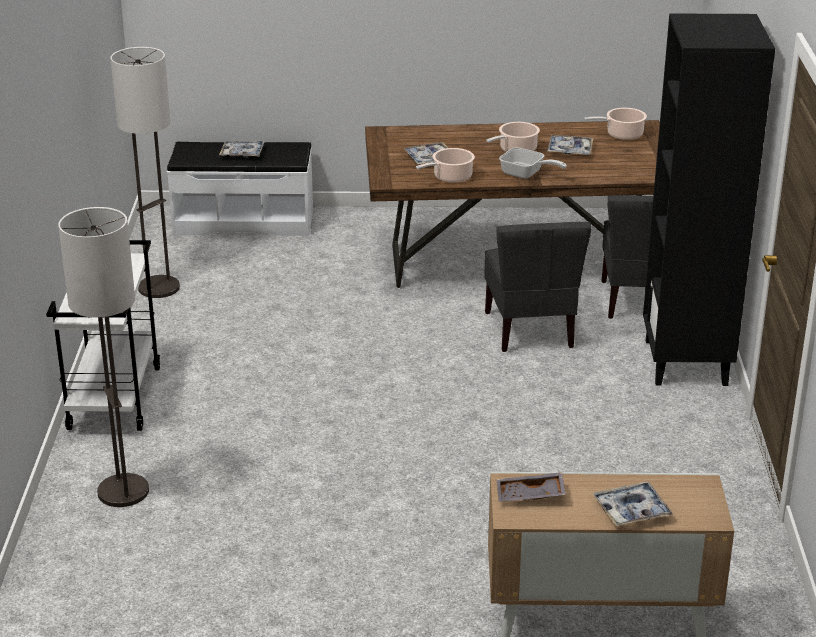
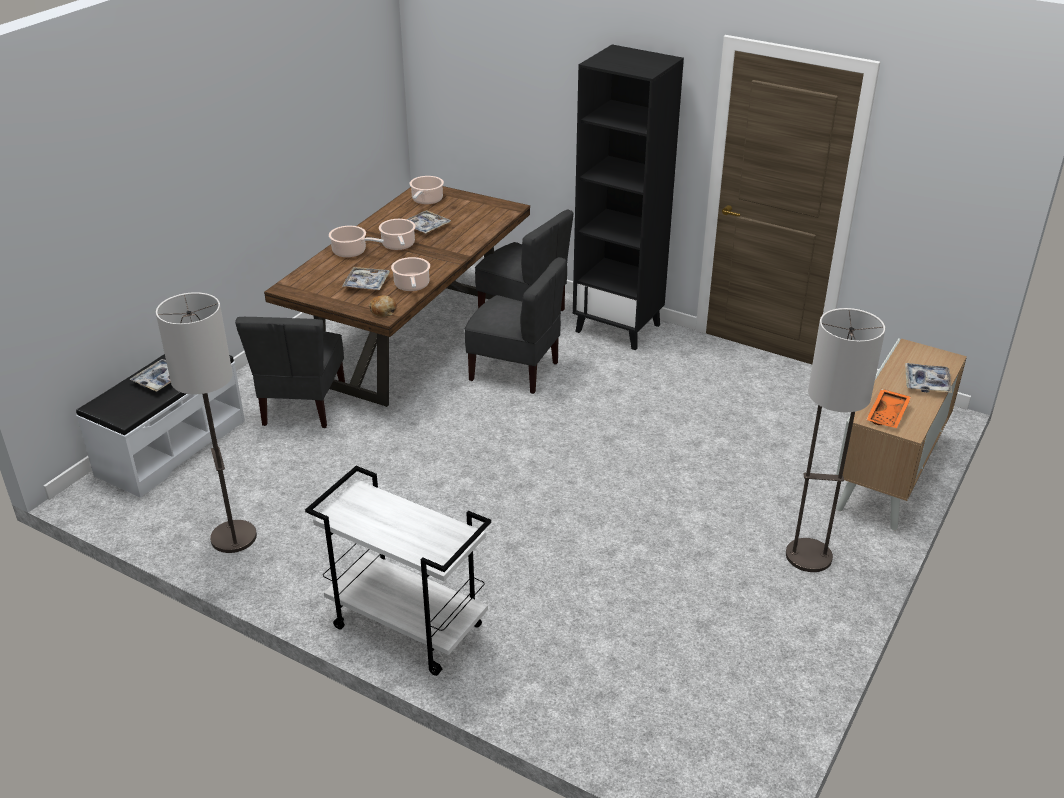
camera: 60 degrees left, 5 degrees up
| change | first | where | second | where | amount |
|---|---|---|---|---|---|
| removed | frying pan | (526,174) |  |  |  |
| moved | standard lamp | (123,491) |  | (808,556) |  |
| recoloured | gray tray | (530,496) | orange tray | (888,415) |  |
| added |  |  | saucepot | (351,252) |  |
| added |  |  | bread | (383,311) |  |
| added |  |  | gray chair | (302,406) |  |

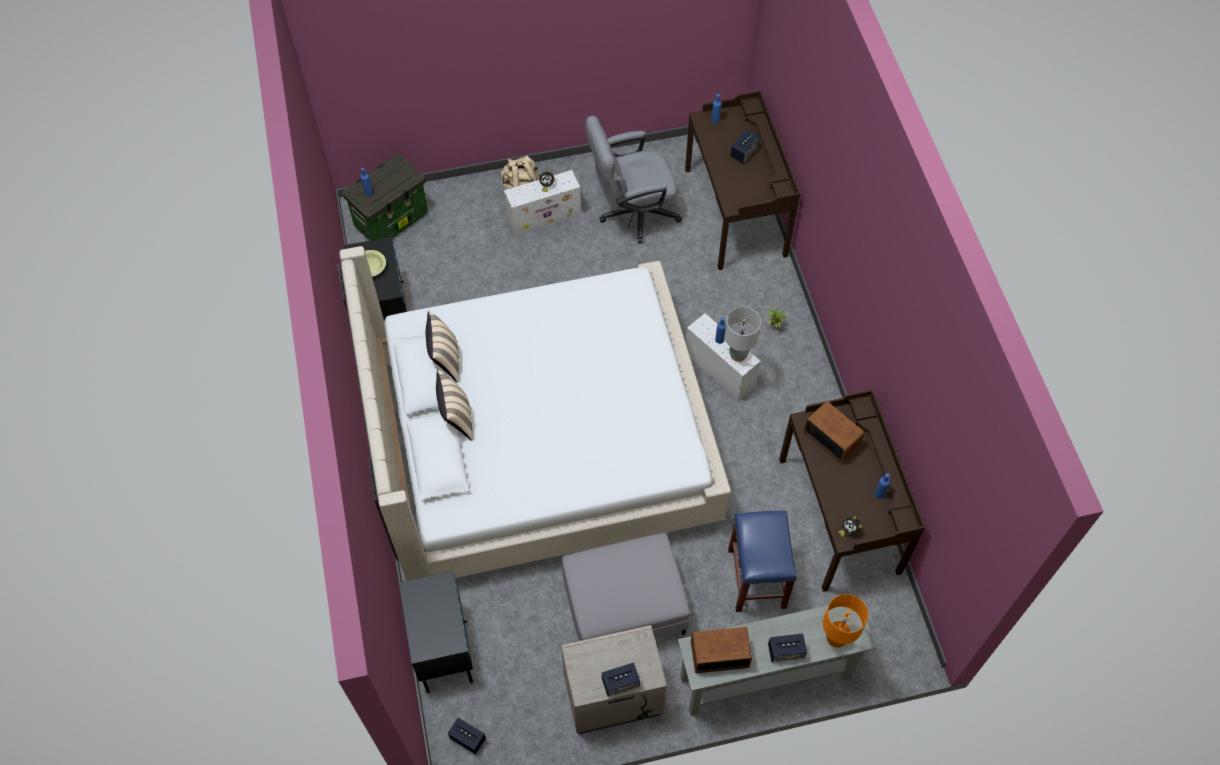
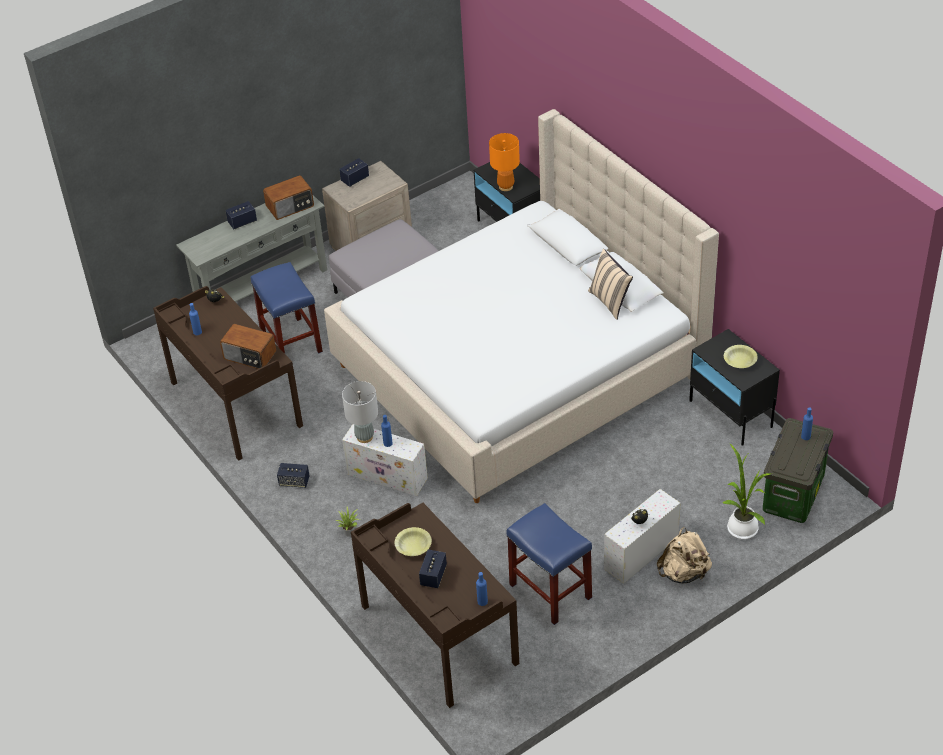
camera: 160 degrees right, 15 degrees down
| change | first | where | second | where | amount |
|---|---|---|---|---|---|
| replaced | gray office chair | (631,213) | blue stool seat | (551,591) |  |
| removed | sand-coloured pillow | (456,418) |  |  |  |
| moved | orange lamp for a table | (836,638) |  | (506,186) |  |
| moved | speaker | (468,738) |  | (294,482) |  |
| added |  |  | houseplant | (741,527) |  |
| added |  |  | yellow bowl | (413,546) |  |

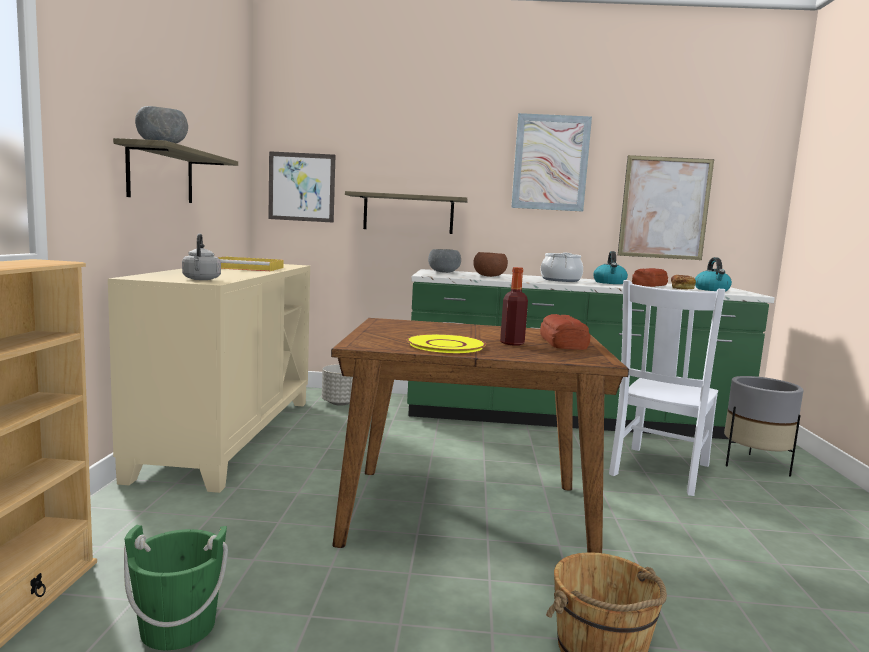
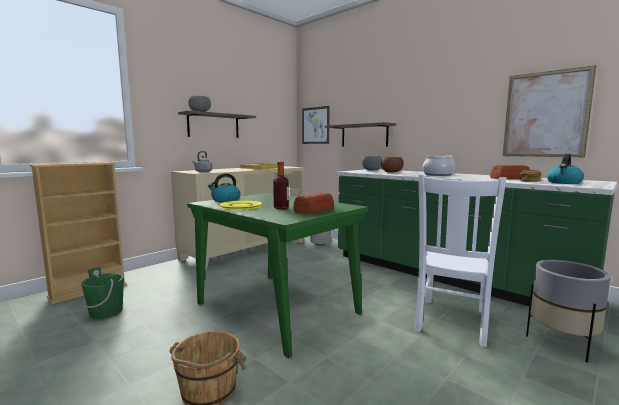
camera: 40 degrees right, 0 degrees up
| change | first | where | second | where | amount |
|---|---|---|---|---|---|
| removed | wall picture | (550,163) |  |  |  |
| moved | tea kettle | (609,283) |  | (225,200) |  |
| turned | whitish chair | (658,471) |  | (451,322) | 45 degrees counterclockwise |
| recoloured | brown-coloured dining table | (464,513) | green dining table | (276,307) |  |

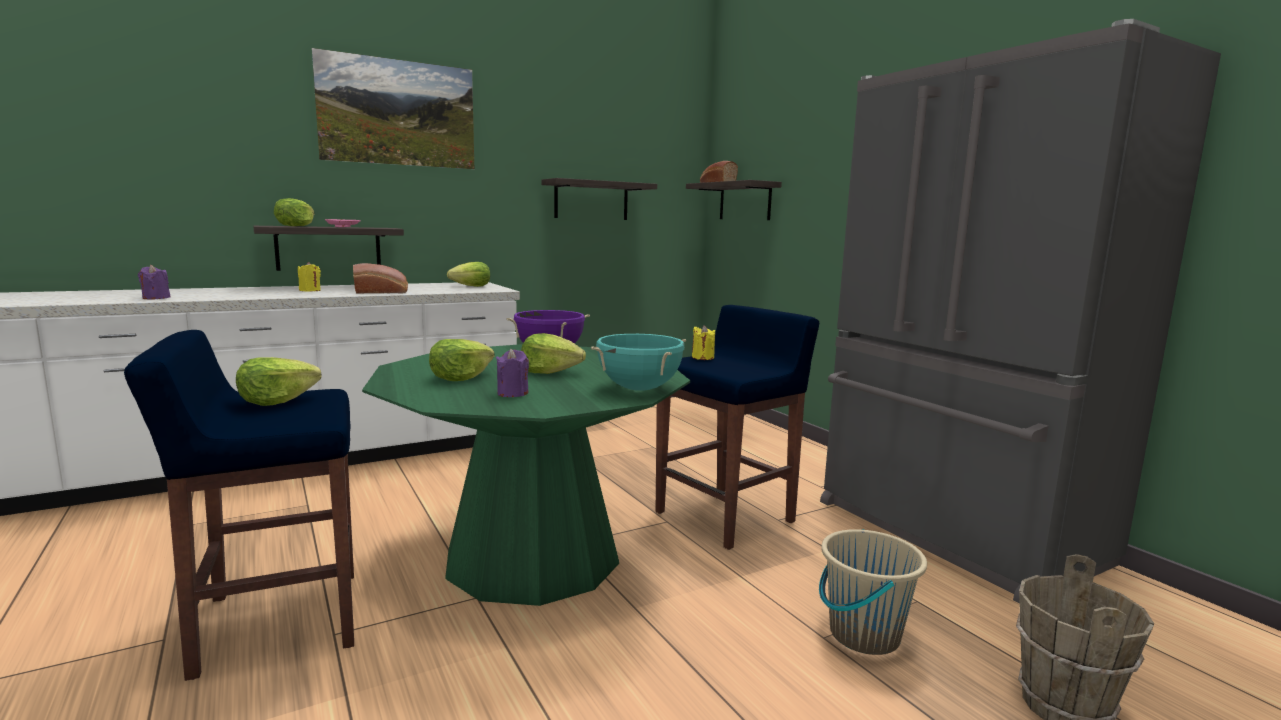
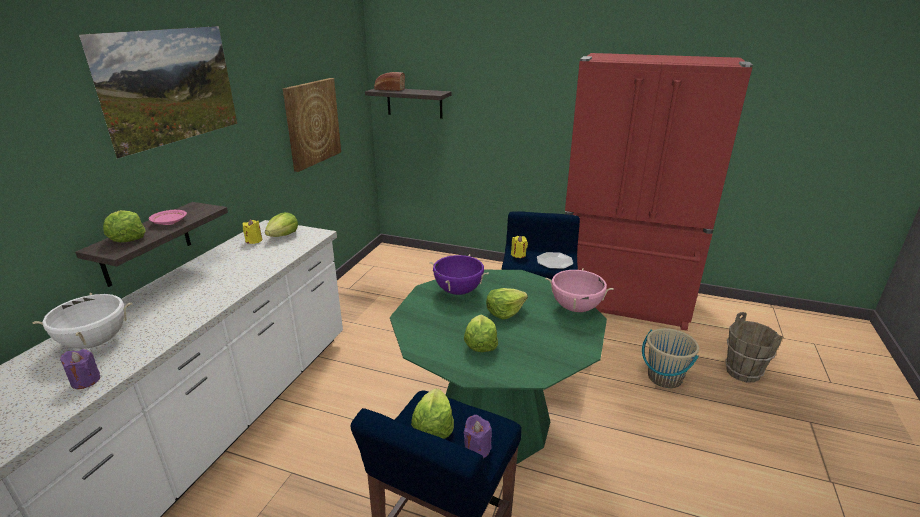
camera: 40 degrees left, 15 degrees up
| change | first | where | second | where | amount |
|---|---|---|---|---|---|
| recoloured | gray refrigerator | (953,533) | red-coloured refrigerator | (623,301) |  |
| replaced | shelf | (591,200) | wall picture | (312,123) |  |
| moved | yellow wax light | (310,290) |  | (254,240) |  |
| removed | bread | (382,292) |  |  |  |
| recoloured | turquoise-coloured saucepot | (639,389) | pink-coloured saucepot | (576,308) |  |
| moved | purplish wax light | (512,393) |  | (477,449) |  |
| added |  |  | flat dish | (554,261) |  |
| added |  |  | whitish saucepot | (95,342) |  |

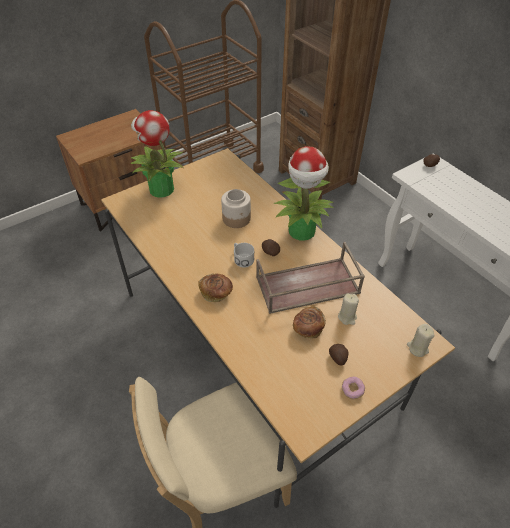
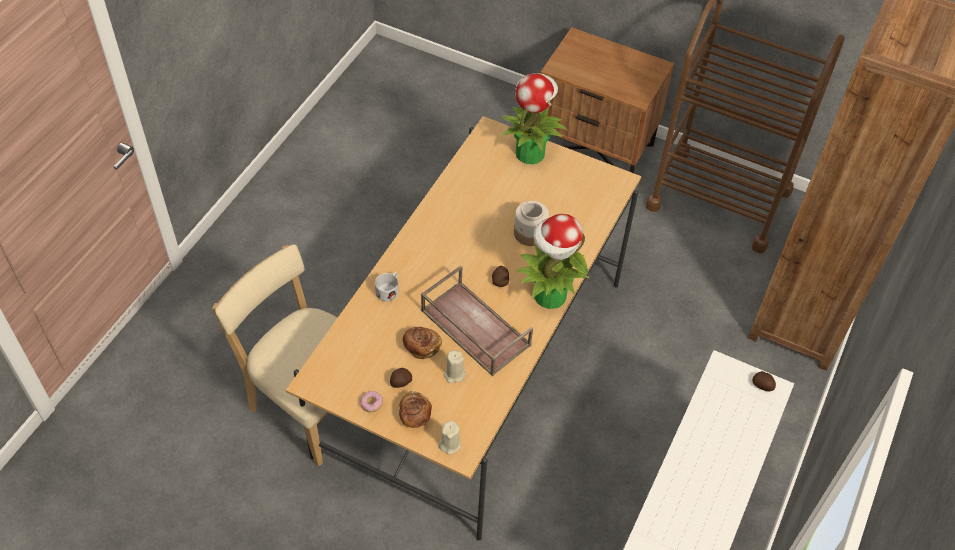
camera: 60 degrees right, 5 degrees up
| change | first | where | second | where | amount |
|---|---|---|---|---|---|
| moved | whitish coffee mug | (242,258) |  | (389,290) |  |
| moved | bread | (216,293) |  | (415,416) |  |

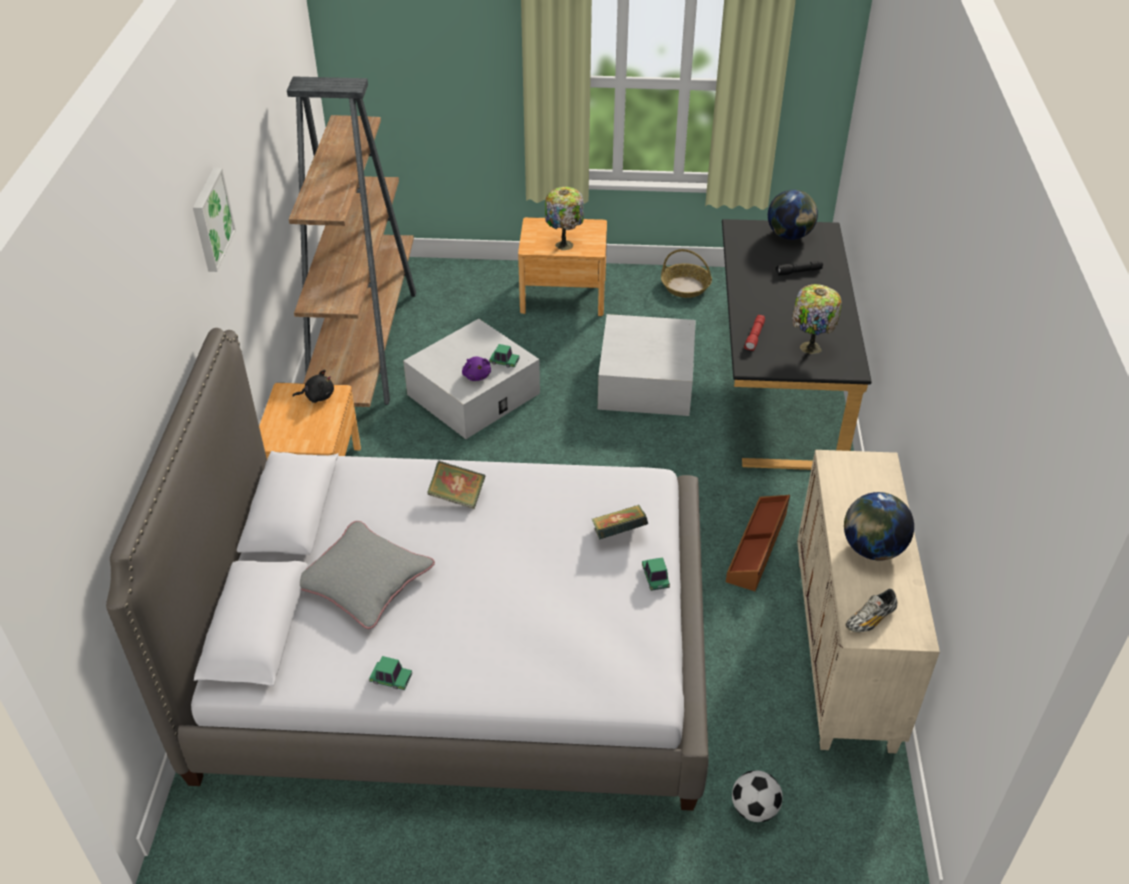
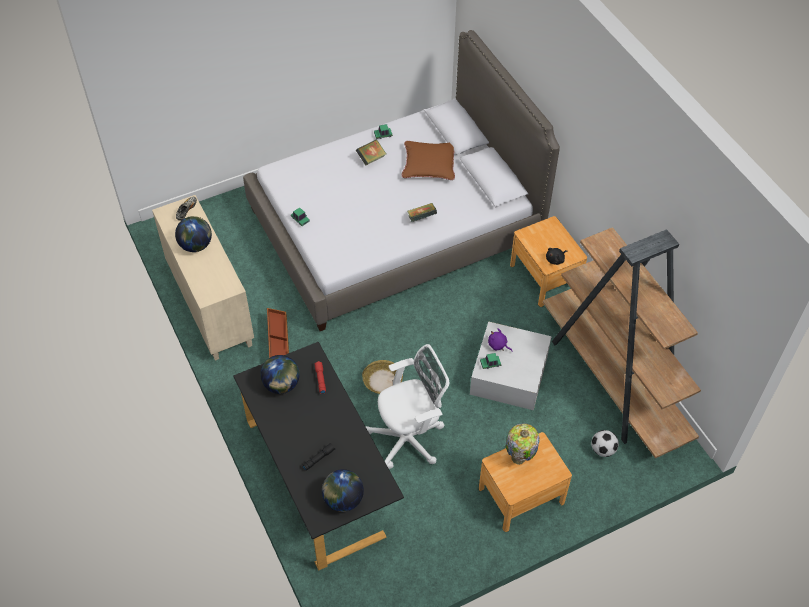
camera: 150 degrees right, 10 degrees up
| change | first | where | second | where | amount |
|---|---|---|---|---|---|
| removed | wall picture | (210,219) |  |  |  |
| moved | basket | (686,286) |  | (382,381) |  |
| replaced | lamp for a table | (809,348) | desk globe | (281,385) |  |
| replaced | whitish storage bin | (646,381) | whitish office chair | (409,438) |  |
| moved | volume | (619,533) |  | (371,158) |  |
| recoloured | gray pillow | (364,581) | brown-coloured pillow | (429,164) |  |
| moved | ball for football | (754,809) |  | (602,449) |  |

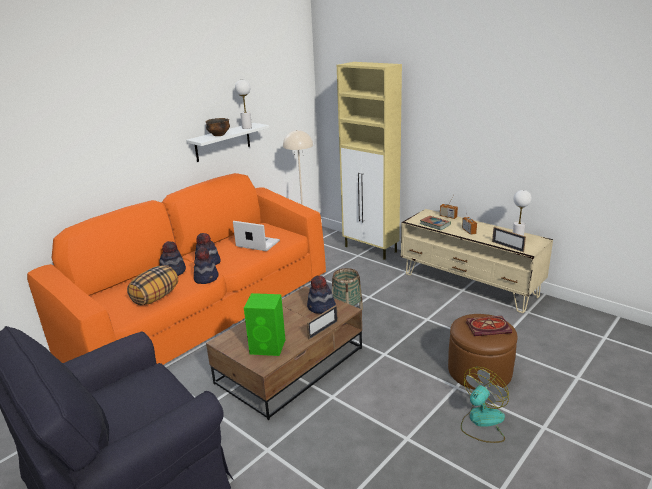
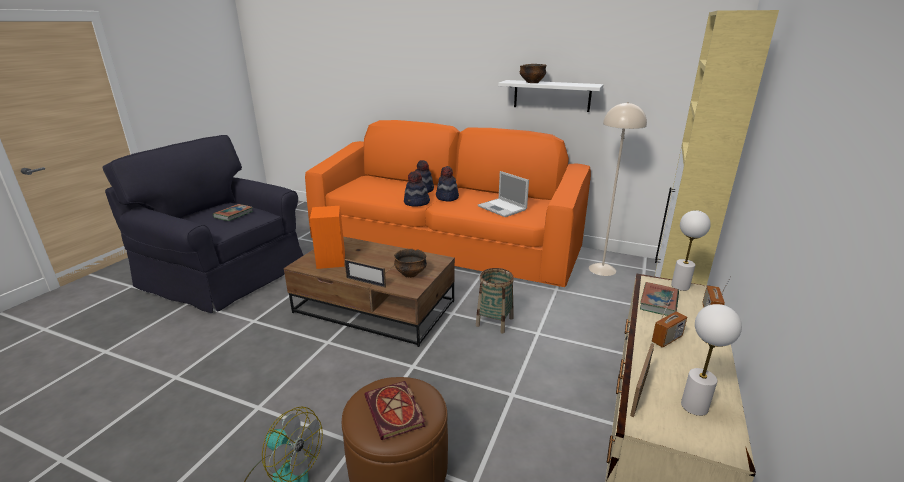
camera: 70 degrees right, 0 degrees up
| change | first | where | second | where | amount |
|---|---|---|---|---|---|
| moved | whitish lamp for a table | (247,128) |  | (680,286) |  |
| turned | laptop | (257,244) |  | (502,208) | 135 degrees clockwise |
| removed | pillow | (156,297) |  |  |  |
| replaced | clothing hat | (321,308) | bowl | (410,274) |  |
| recoloured | green speaker | (268,347) | orange speaker | (331,261) |  |
| added |  |  | volume | (233,214) |  |

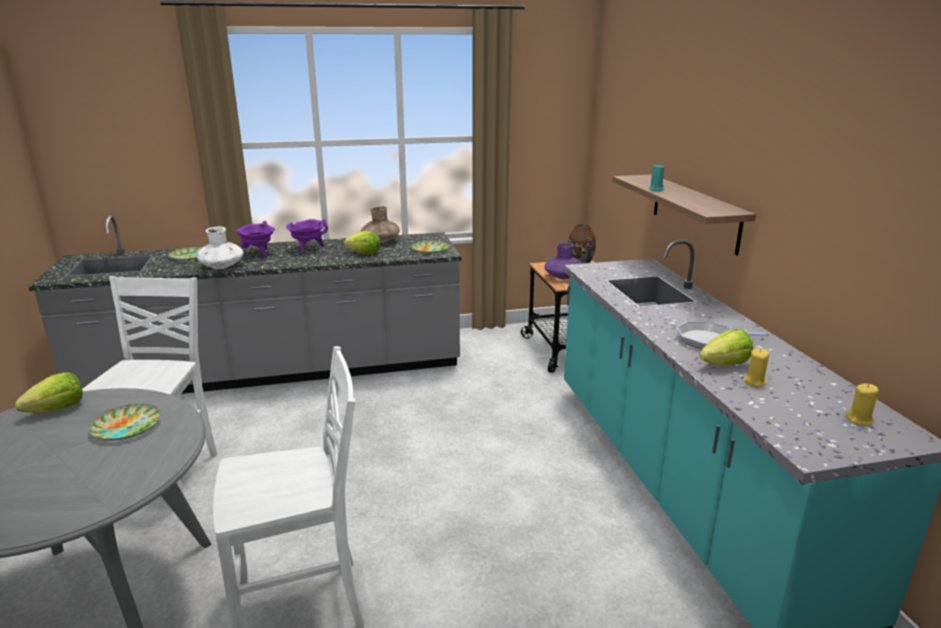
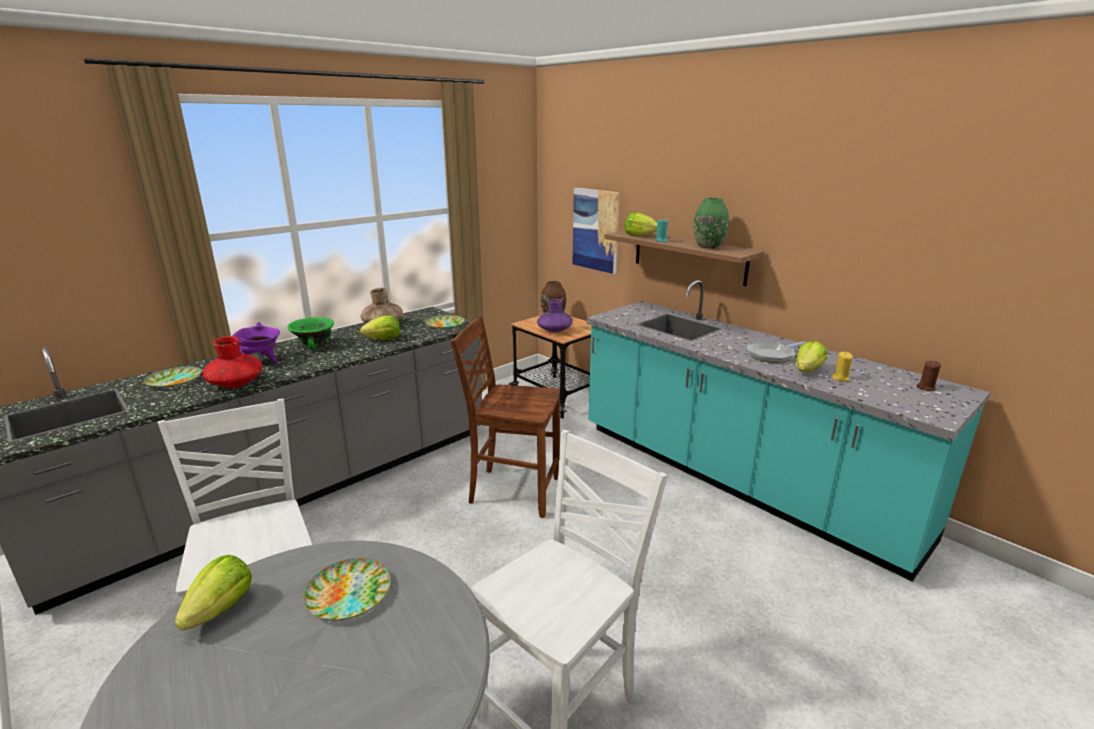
camera: 30 degrees left, 0 degrees up
| change | first | where | second | where | amount |
|---|---|---|---|---|---|
| replaced | purplish saucepot | (308,249) | green bowl | (314,346) |  |
| recoloured | whitish flower vase | (222,266) | red-coloured flower vase | (236,383) |  |
| recoloured | yellow wax light | (859,419) | brown-coloured wax light | (926,387) |  |
| added |  |  | wall picture | (595,230) |  |
| added |  |  | green flower vase | (708,246) |  |
| added |  |  | lettuce | (639,235) |  |
| added |  |  | brown-coloured chair | (513,490) |  |

